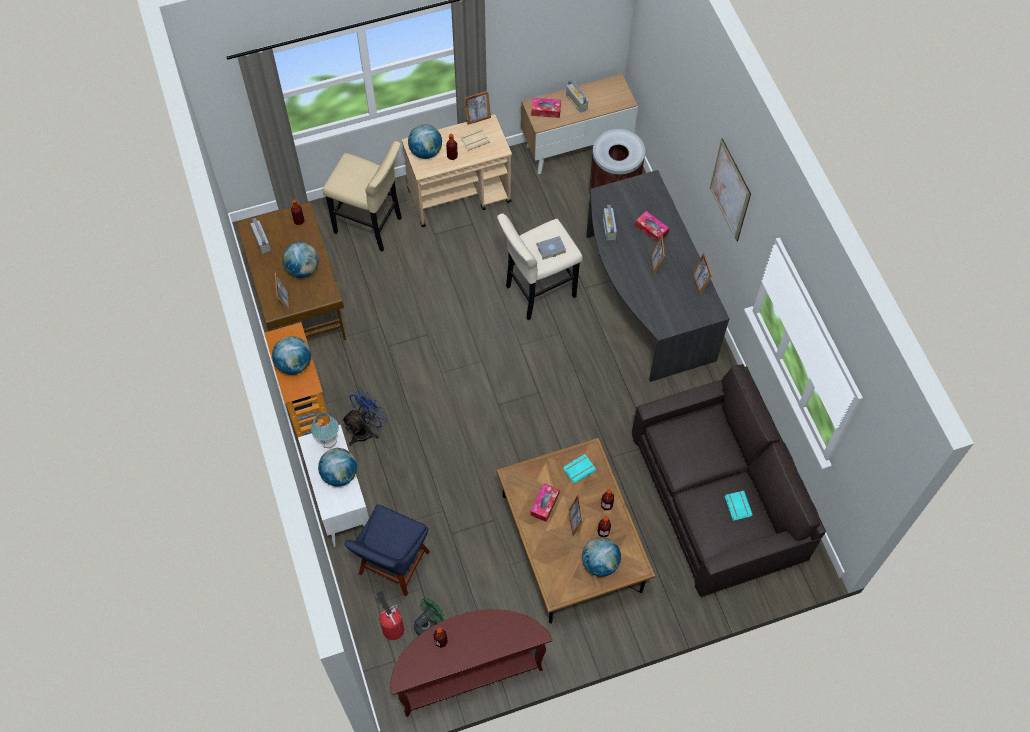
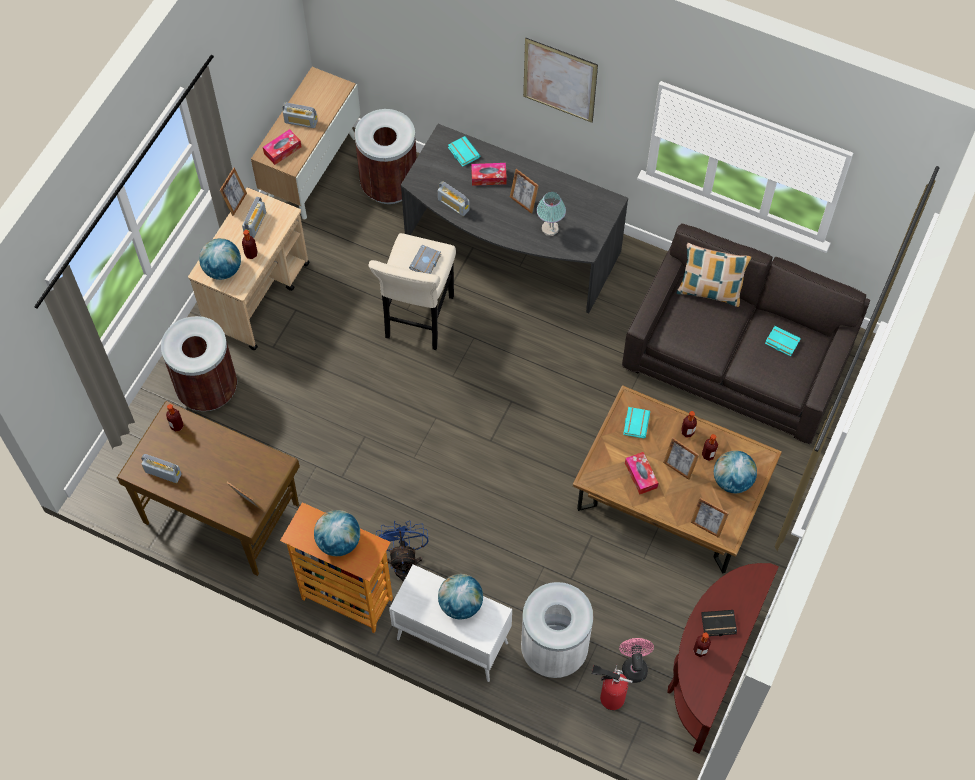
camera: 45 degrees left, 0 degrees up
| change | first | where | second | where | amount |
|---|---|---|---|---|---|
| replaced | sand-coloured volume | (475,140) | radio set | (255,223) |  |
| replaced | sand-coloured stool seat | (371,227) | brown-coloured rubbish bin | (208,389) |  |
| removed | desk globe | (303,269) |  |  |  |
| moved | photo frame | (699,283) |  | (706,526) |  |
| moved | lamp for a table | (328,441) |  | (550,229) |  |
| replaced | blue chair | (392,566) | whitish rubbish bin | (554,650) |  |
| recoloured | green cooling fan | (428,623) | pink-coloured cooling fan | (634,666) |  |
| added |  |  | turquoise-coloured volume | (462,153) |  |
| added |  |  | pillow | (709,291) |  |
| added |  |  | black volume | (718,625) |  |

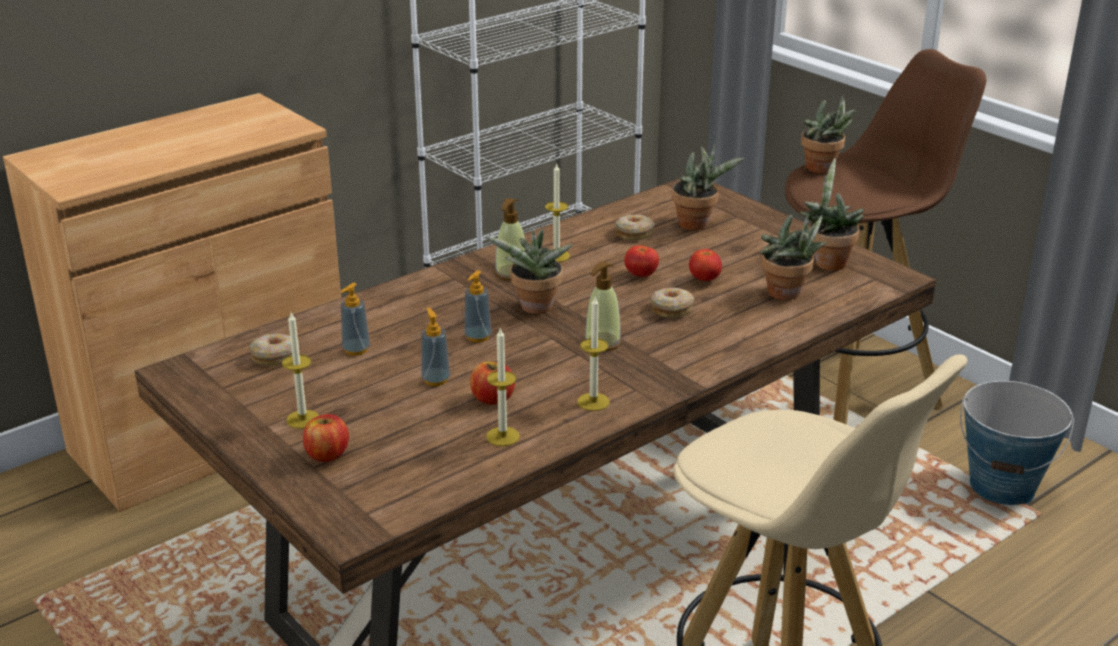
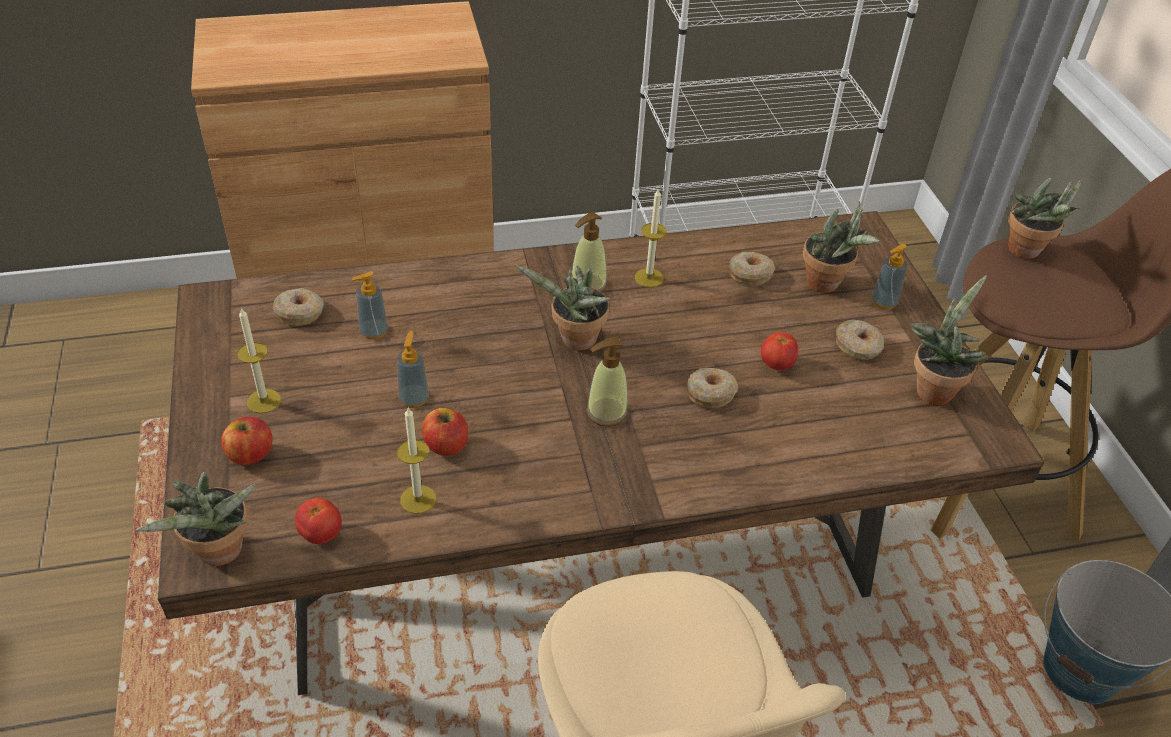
camera: 25 degrees right, 15 degrees up
| change | first | where | second | where | amount |
|---|---|---|---|---|---|
| moved | houseplant | (787,295) |  | (219,555) |  |
| moved | fresh tomato | (641,275) |  | (321,534) |  |
| moved | soap bottle | (478,337) |  | (883,302) |  |
| removed | wax light | (593,402) |  |  |  |
| added |  |  | ring doughnut | (858,346) |  |

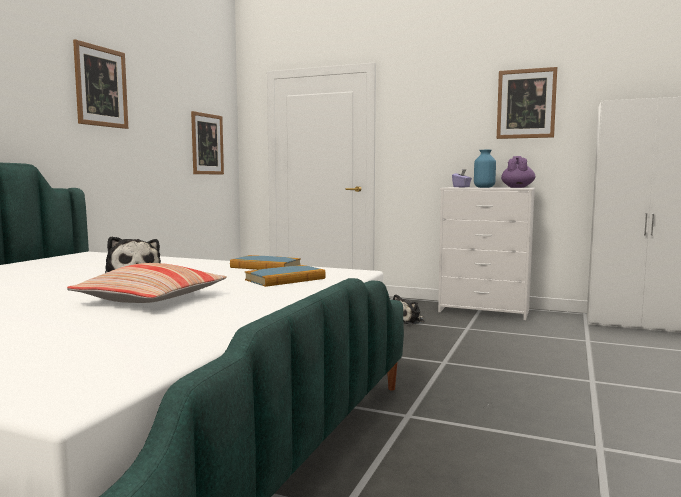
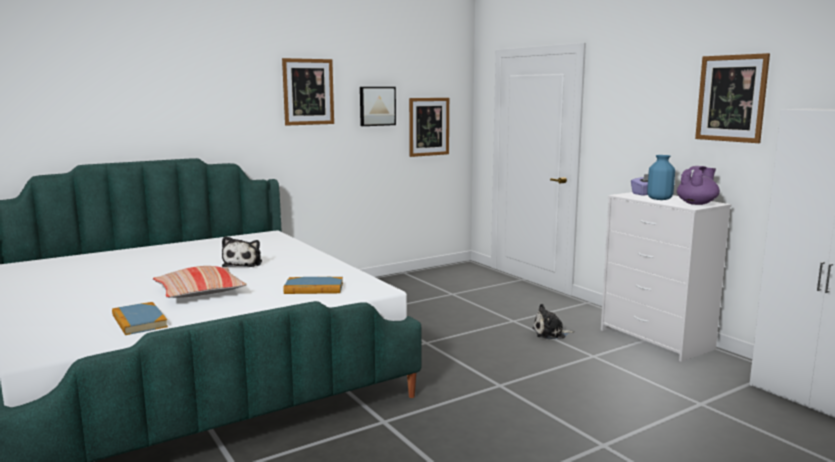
camera: 35 degrees right, 5 degrees up
| change | first | where | second | where | amount |
|---|---|---|---|---|---|
| moved | volume | (265,266) |  | (139,321) |  |
| added |  |  | wall picture | (377,106) |  |

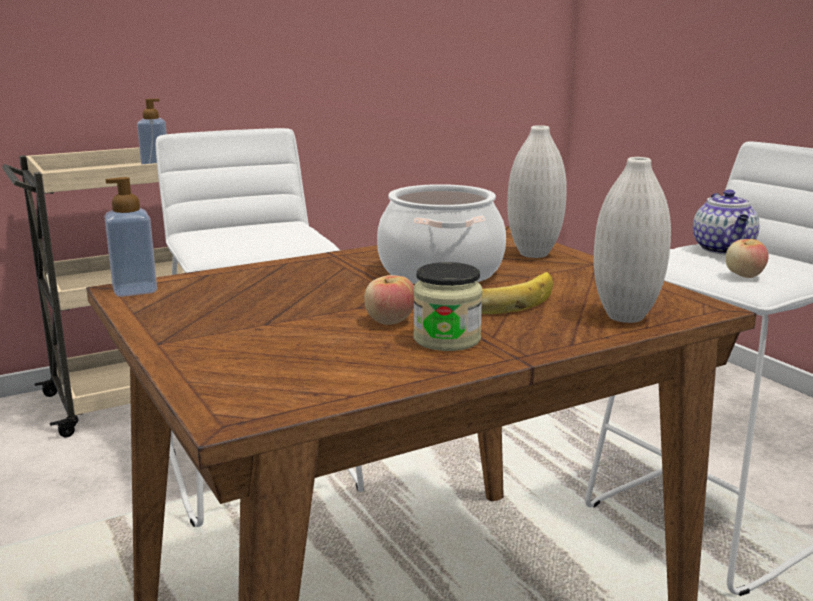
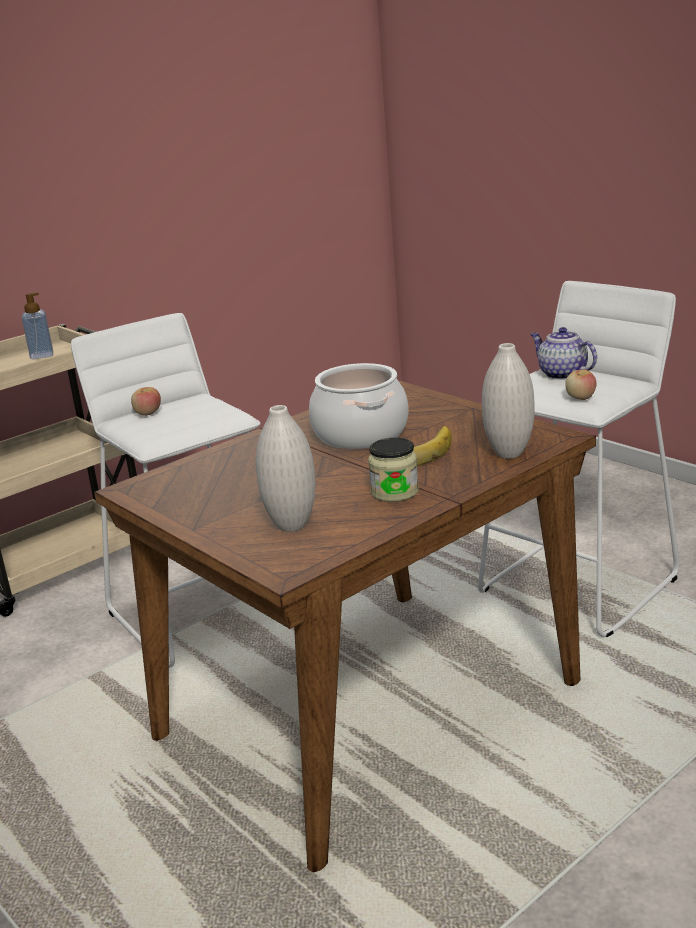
camera: 10 degrees left, 5 degrees up
| change | first | where | second | where | amount |
|---|---|---|---|---|---|
| moved | whitish flower vase | (533,254) |  | (291,525) |  |
| removed | soap bottle | (135,290) |  |  |  |
| turned | pot for tea | (724,250) |  | (561,374) | 150 degrees clockwise |
| moved | apple fruit | (389,321) |  | (147,413) |  |

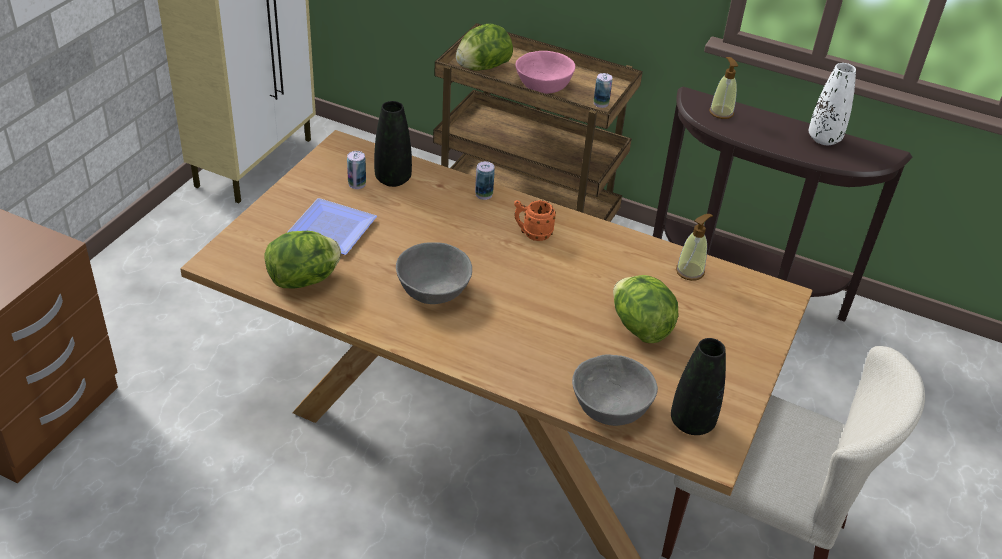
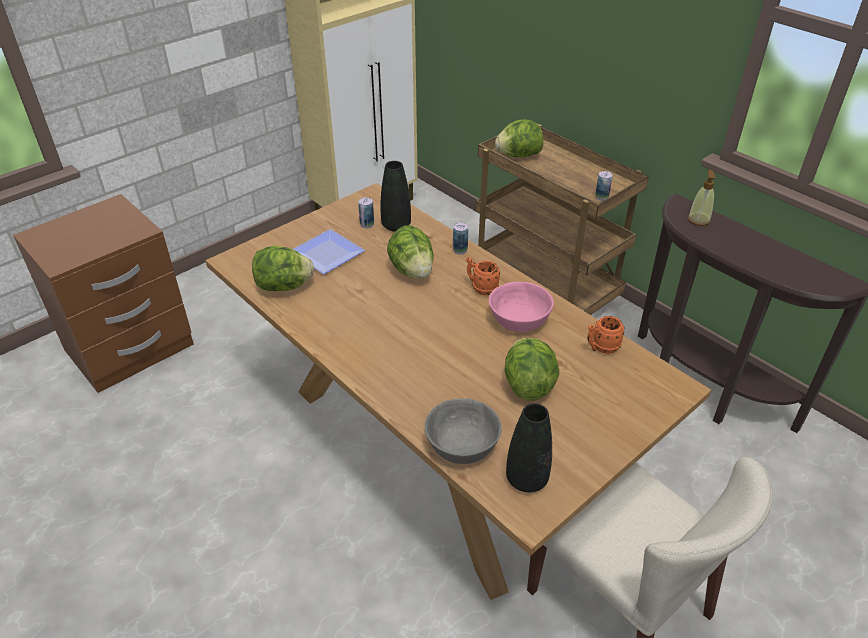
camera: 25 degrees right, 0 degrees up
| change | first | where | second | where | amount |
|---|---|---|---|---|---|
| moved | pink-coloured bowl | (543,86) |  | (518,320) |  |
| removed | whitish flower vase | (824,139) |  |  |  |
| replaced | soap bottle | (690,271) | orange coffee mug | (601,348) |  |
| removed | gray bowl | (434,290) |  |  |  |
| added |  |  | lettuce | (412,270) |  |

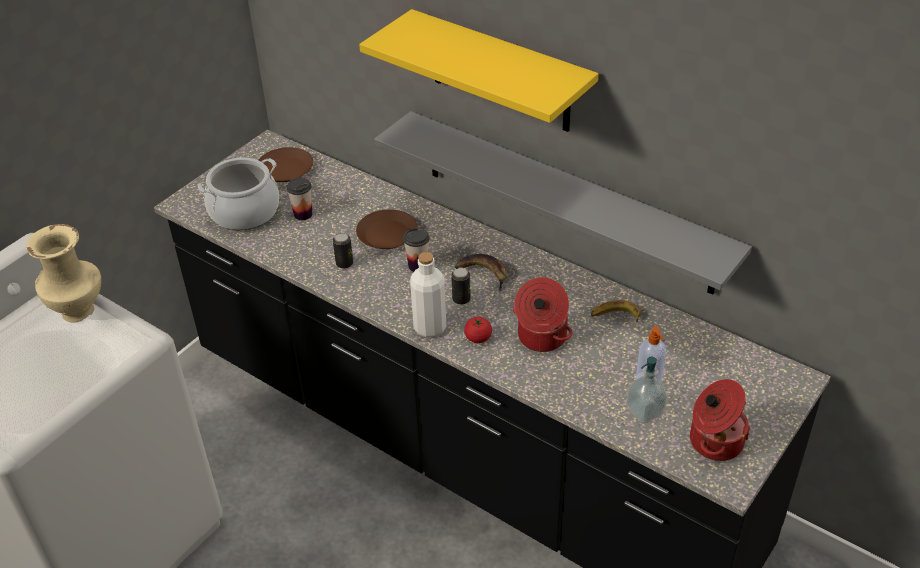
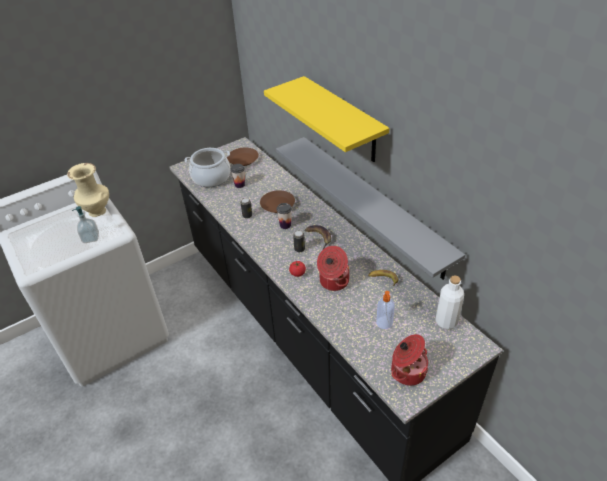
camera: 20 degrees right, 0 degrees up
| change | first | where | second | where | amount |
|---|---|---|---|---|---|
| moved | whitish beverage bottle | (430,327) |  | (446,321) |  |
| moved | soap bottle | (644,411) |  | (91,238) |  |

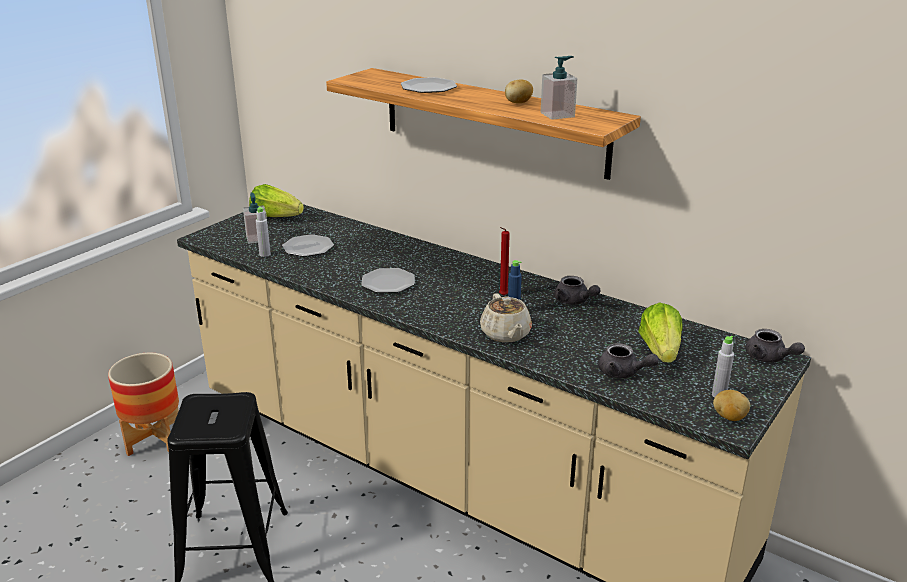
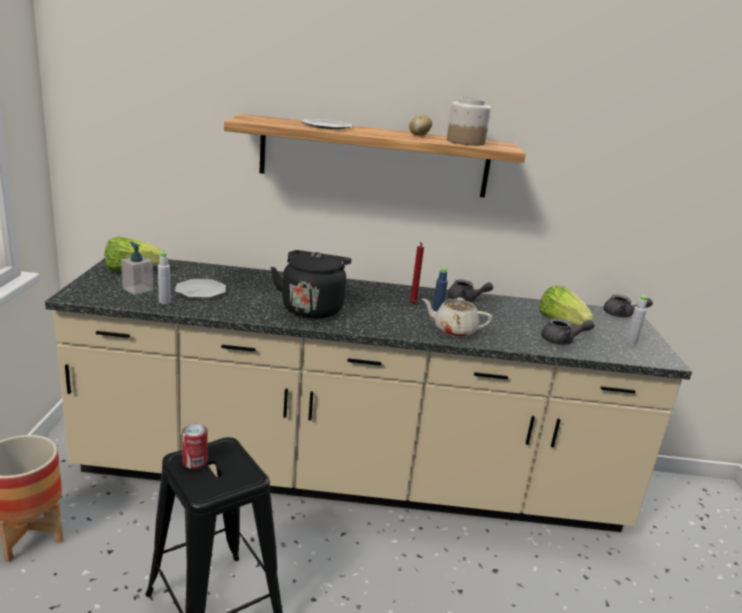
camera: 35 degrees left, 5 degrees down
| change | first | where | second | where | amount |
|---|---|---|---|---|---|
| replaced | soap bottle | (557,115) | storage jar | (465,142) |  |
| replaced | flat dish | (388,283) | black tea kettle | (312,308) |  |
| turned | sand-coloured pot for tea | (506,334) |  | (454,330) | 150 degrees clockwise |
| removed | spud | (729,417) |  |  |  |
| added |  |  | can | (195,462) |  |

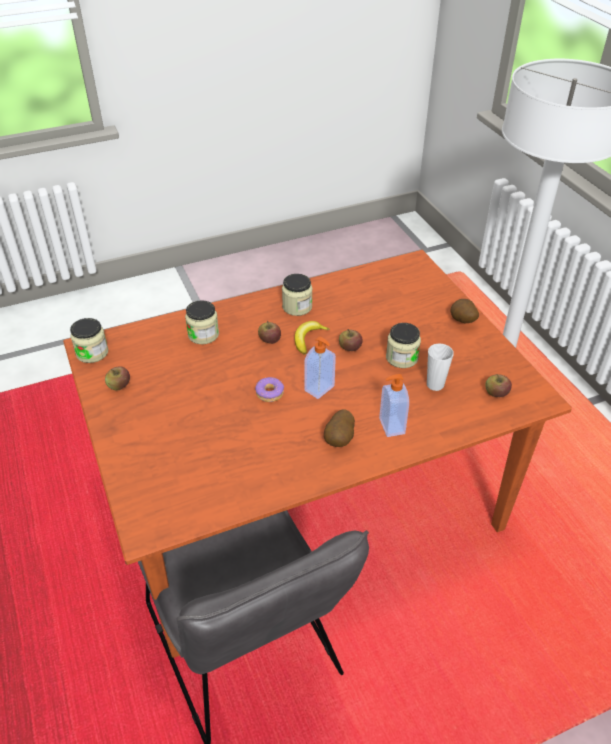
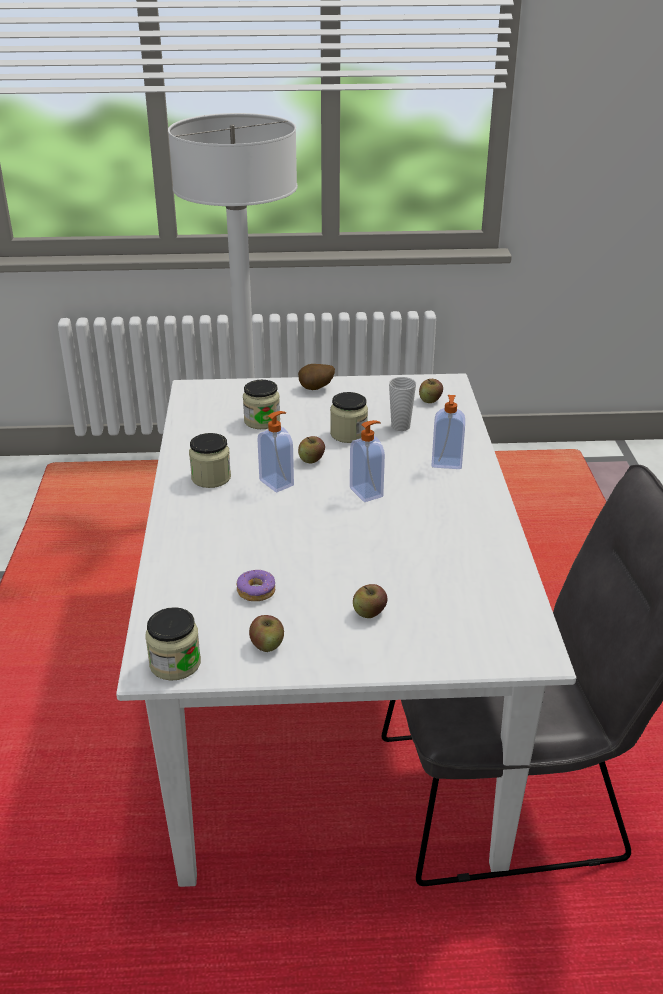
camera: 70 degrees left, 10 degrees down
| change | first | where | second | where | amount |
|---|---|---|---|---|---|
| recoloured | brown-coloured dining table | (304,505) | whitish dining table | (333,695) |  |
| moved | storage jar | (203,334) |  | (262,421) |  |
| moved | apple fruit | (269,340) |  | (369,612) |  |
| replaced | banana | (308,339) | soap bottle | (277,482) |  |
| moved | ring doughnut | (270,393) |  | (256,591) |  |
| removed | spud | (340,439) |  |  |  |

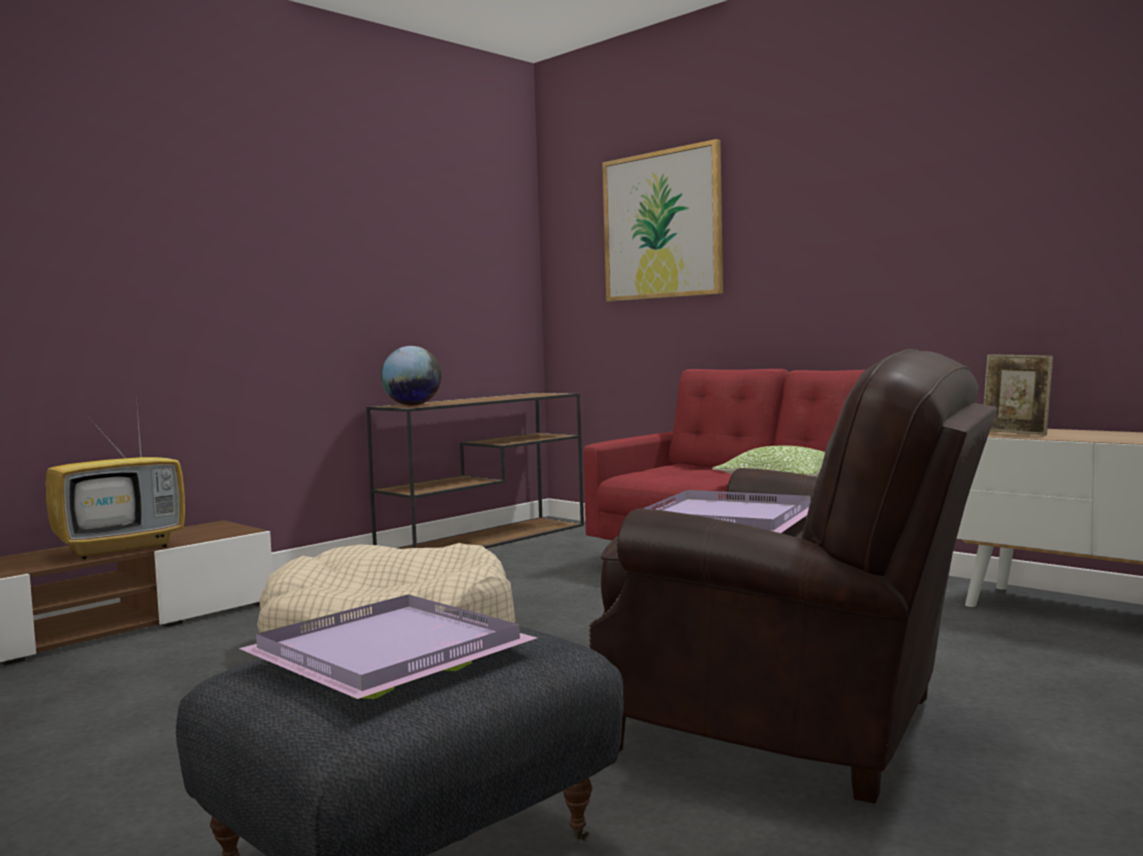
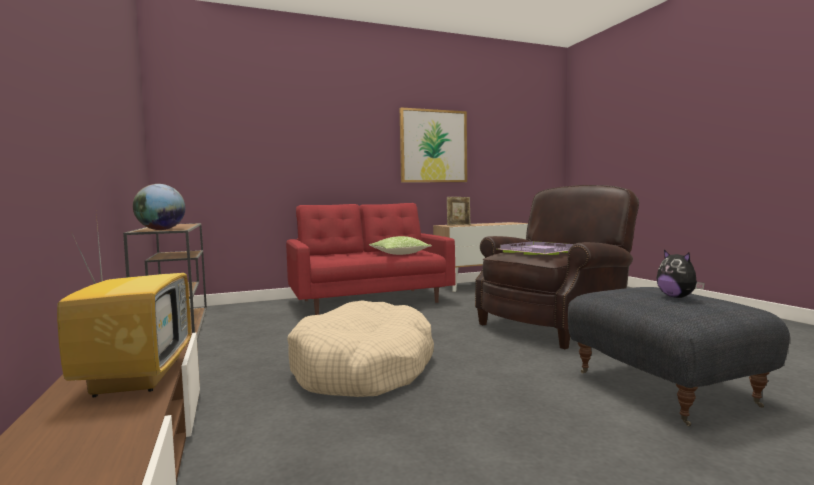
camera: 65 degrees left, 0 degrees up
| change | first | where | second | where | amount |
|---|---|---|---|---|---|
| moved | wall picture | (662,225) |  | (433,146) |  |
| replaced | purplish tray | (388,655) | cuddly toy | (677,297) |  |

